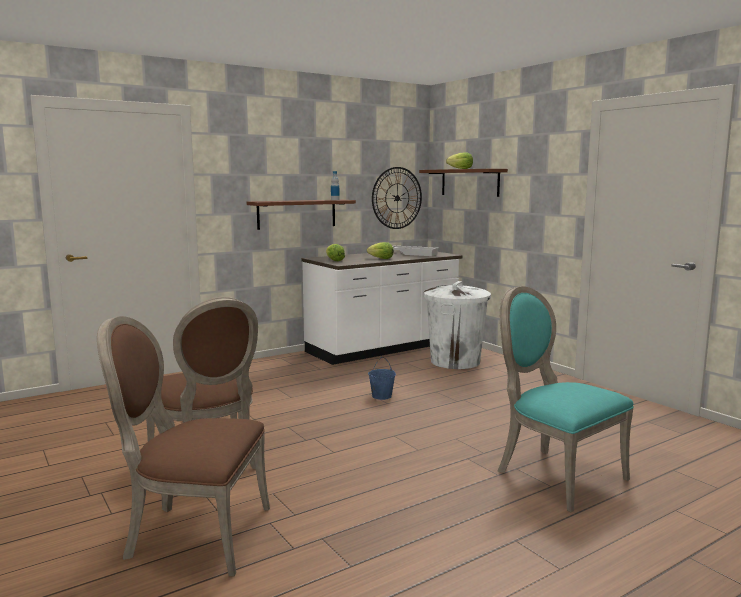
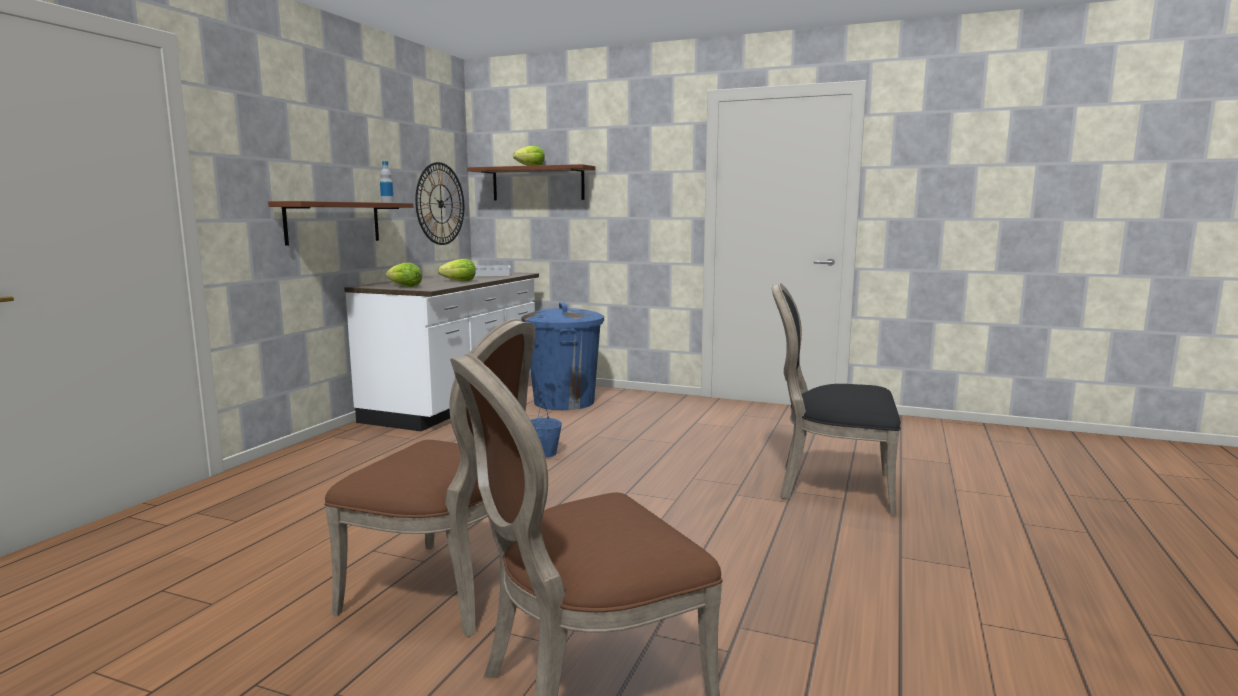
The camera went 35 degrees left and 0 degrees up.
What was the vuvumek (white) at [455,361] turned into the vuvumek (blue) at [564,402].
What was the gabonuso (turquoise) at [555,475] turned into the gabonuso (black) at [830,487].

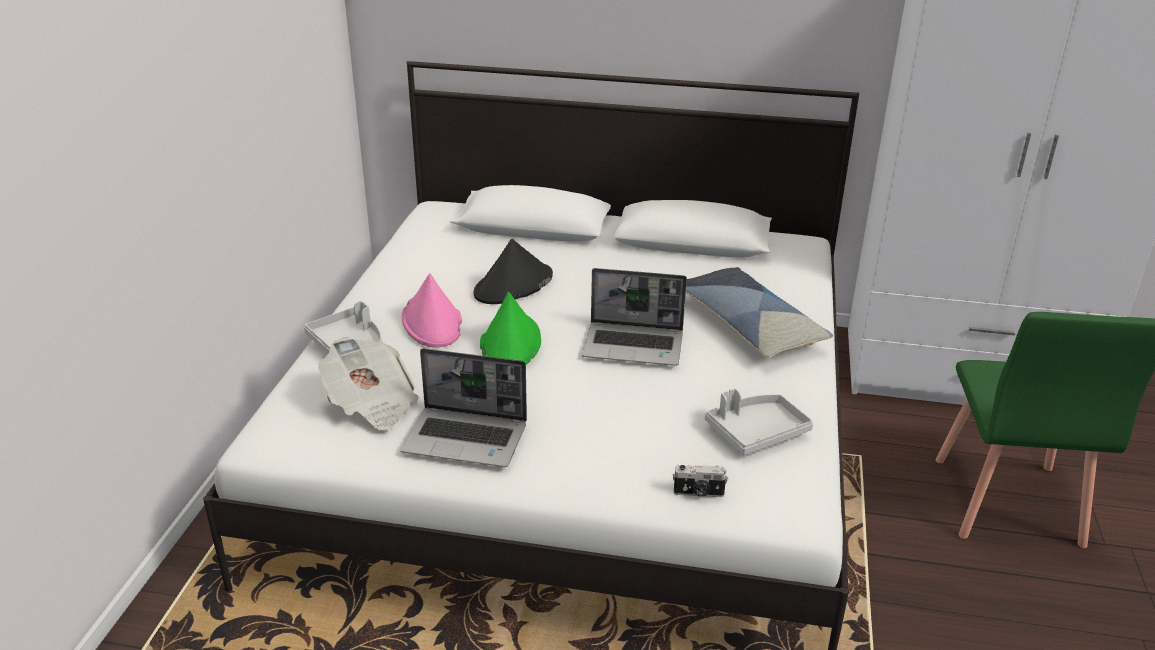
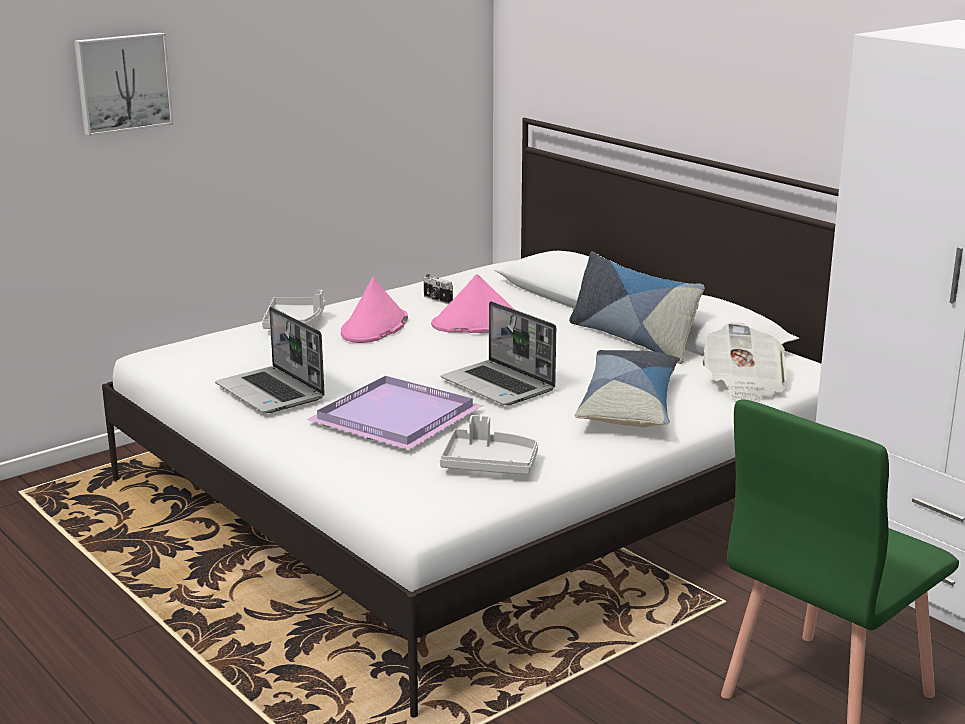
The camera went 40 degrees right and 10 degrees down.
The second view lost the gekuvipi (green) at [510,343].
The second view gained the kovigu at [122,83].
The second view gained the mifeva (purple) at [399,417].
The second view gained the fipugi at [632,340].
The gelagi ended up elsewhere, having gone from [371,404] to [743,385].
The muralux ended up elsewhere, having gone from [698,493] to [437,300].
What was the gekuvipi (black) at [513,285] turned into the gekuvipi (pink) at [478,324].

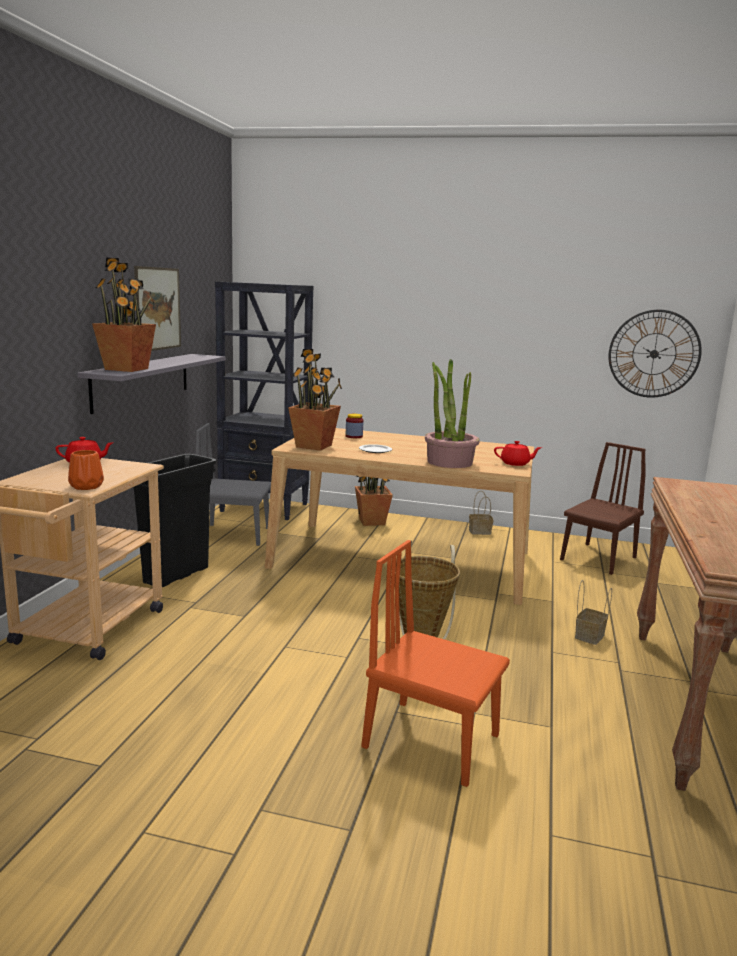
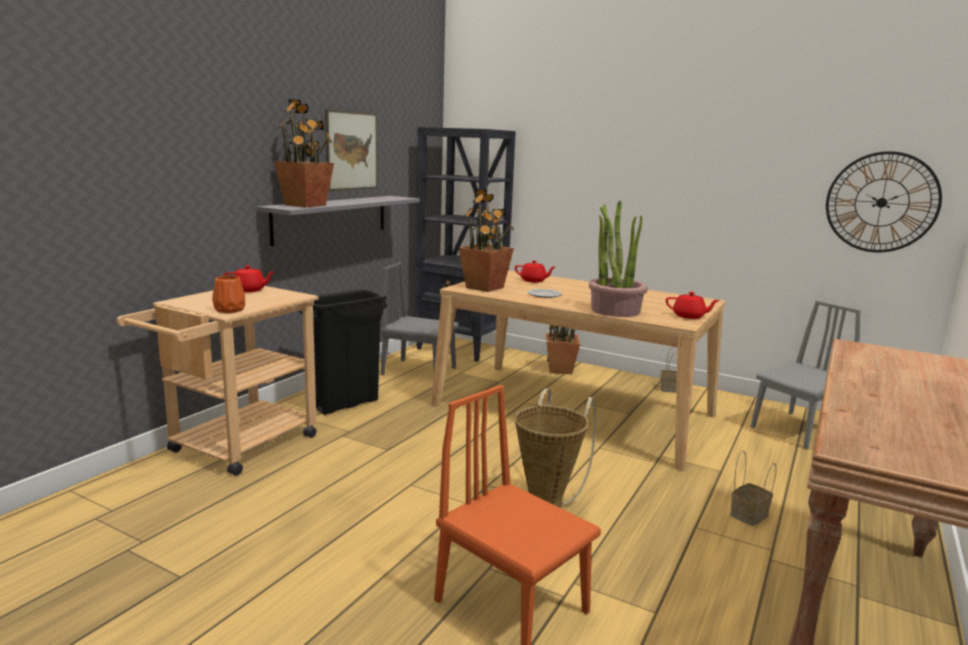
The camera went 15 degrees right and 0 degrees up.
Where the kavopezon stood at [354,436], the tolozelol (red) came to stand at [533,281].
What was the gabonuso (brown) at [598,558] turned into the gabonuso (grey) at [797,430].

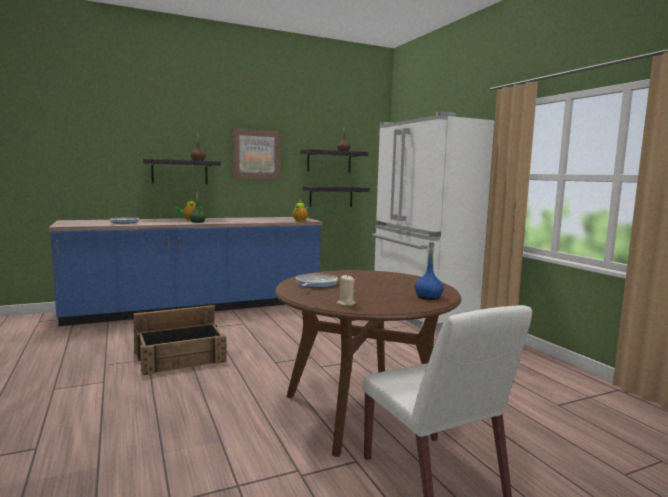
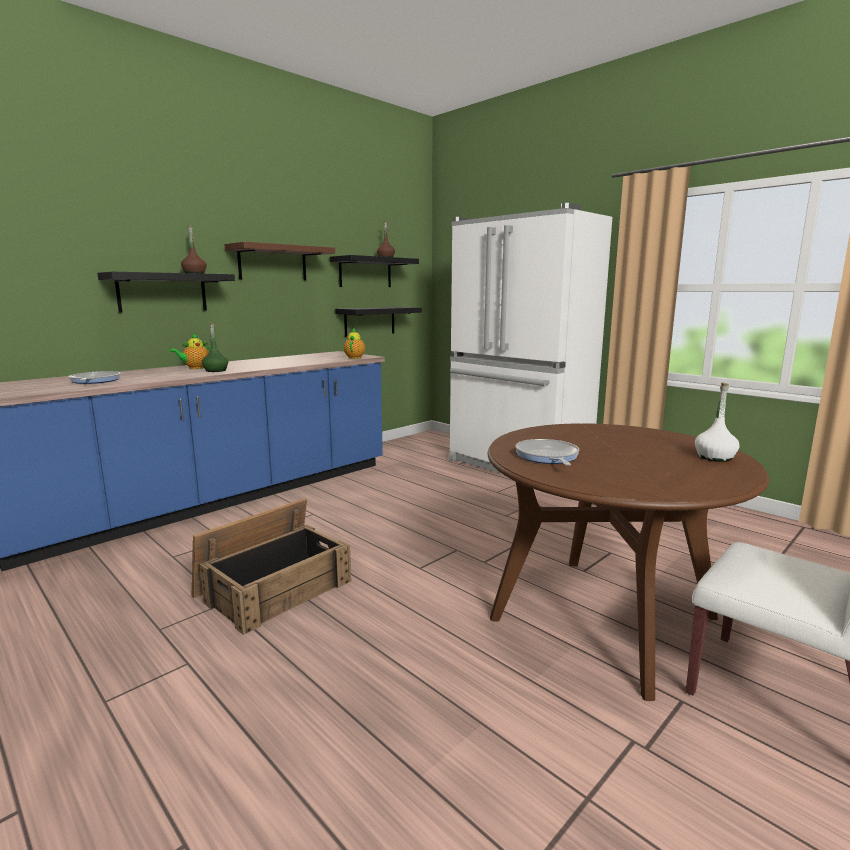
The camera went 20 degrees left and 5 degrees up.
The second view lost the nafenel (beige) at [346,303].
Where the kovigu hung at [256,154], the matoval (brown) came to hang at [273,263].
What was the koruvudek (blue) at [428,297] turned into the koruvudek (white) at [715,457].

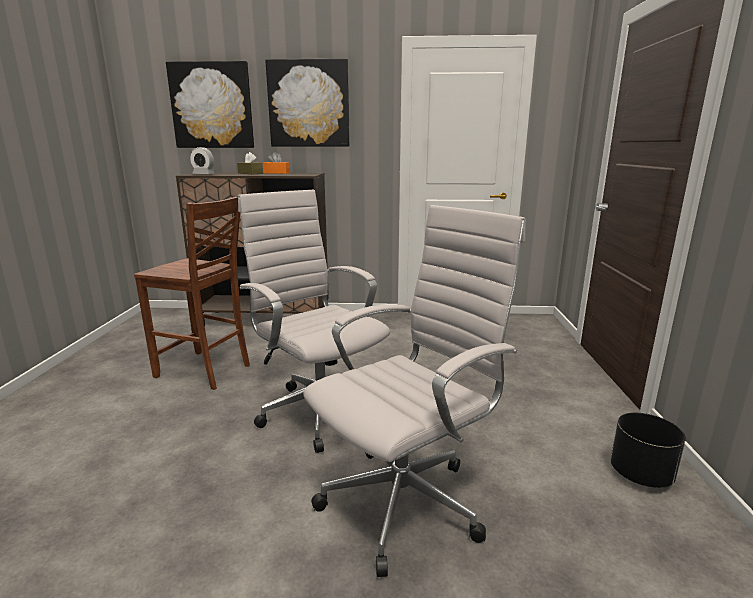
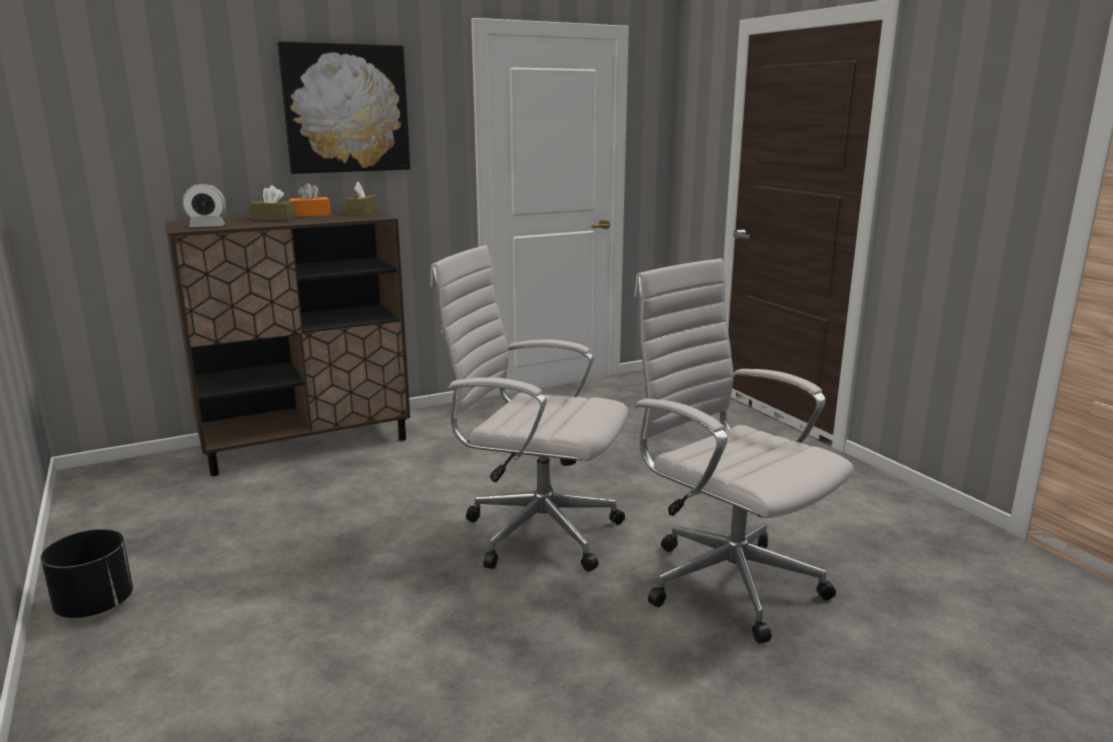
The camera went 30 degrees left and 0 degrees up.
The second view lost the gabonuso (brown) at [205,371].
The second view lost the kovigu at [212,106].
The second view gained the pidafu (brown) at [361,213].
The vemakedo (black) ended up elsewhere, having gone from [640,475] to [96,605].
The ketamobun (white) at [408,500] ended up facing another way, 60 degrees counterclockwise from before.

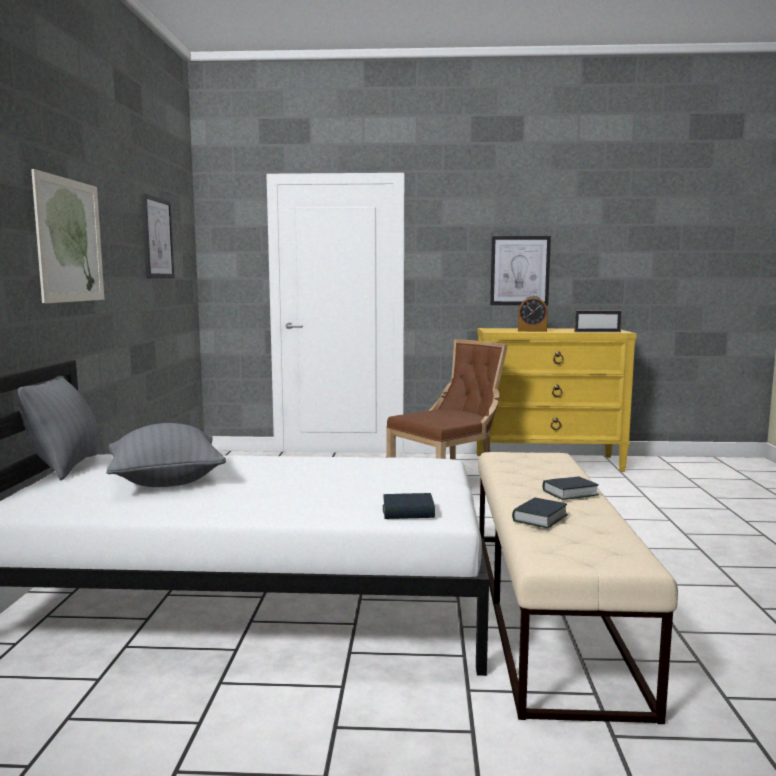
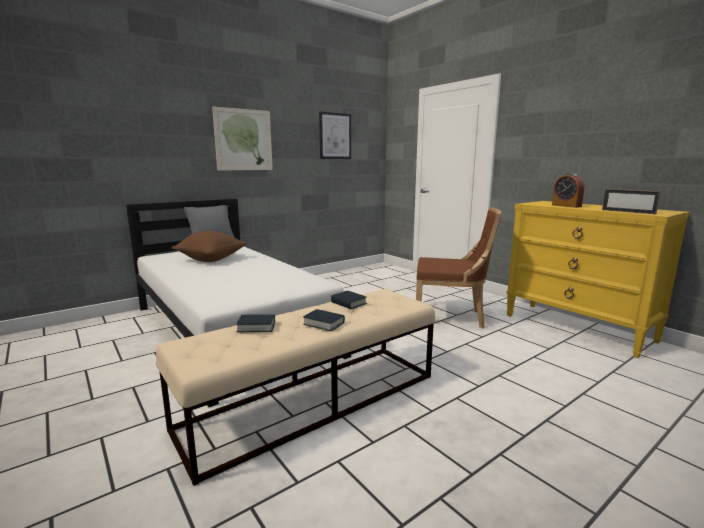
The camera went 50 degrees right and 5 degrees up.
The second view lost the kovigu at [519,270].
The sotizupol ended up elsewhere, having gone from [408,512] to [348,303].
What was the fipugi (grey) at [166,482] turned into the fipugi (brown) at [211,260].

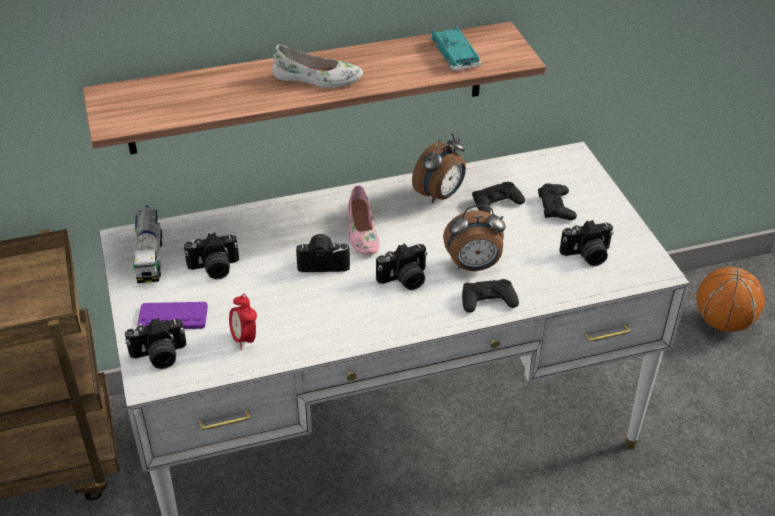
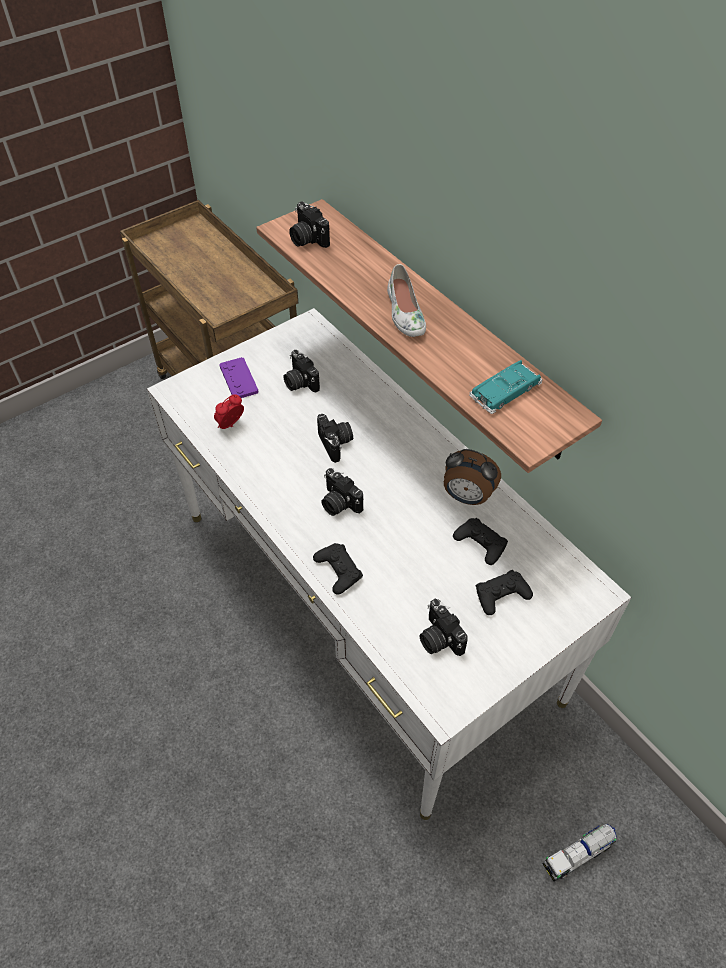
The camera went 70 degrees right and 10 degrees up.
The second view lost the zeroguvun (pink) at [361,232].
The second view lost the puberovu at [473,266].
The second view lost the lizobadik at [723,322].
The muralux ended up elsewhere, having gone from [159,356] to [307,239].
The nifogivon ended up elsewhere, having gone from [150,257] to [578,854].

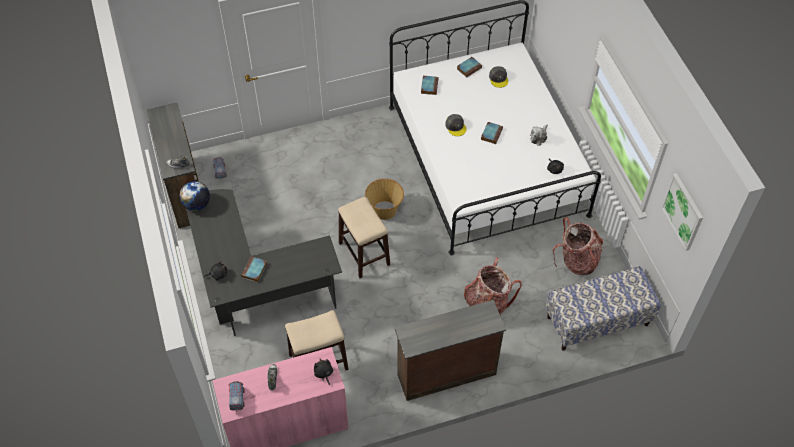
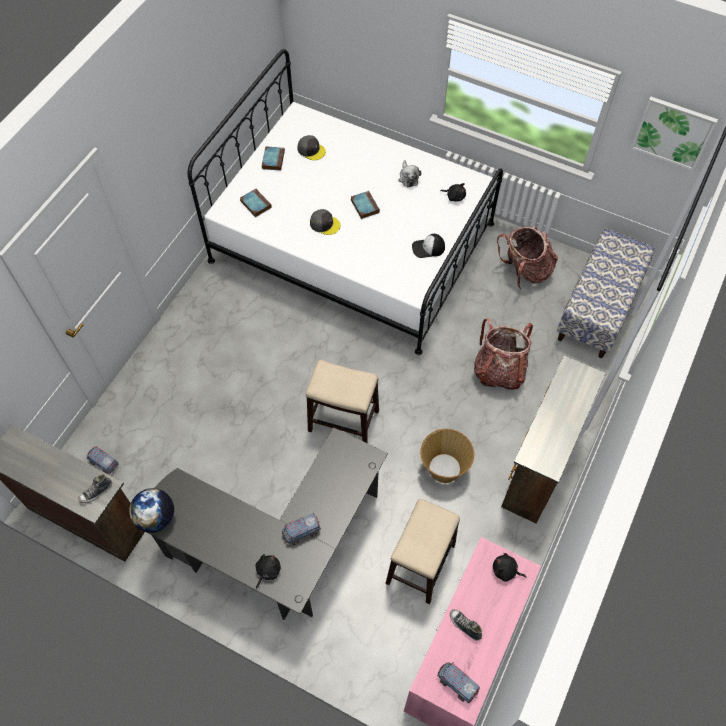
The camera went 45 degrees left and 5 degrees up.
The second view gained the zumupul at [428,248].
The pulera ended up elsewhere, having gone from [384,210] to [444,467].
Where the sotizupol stood at [254,271], the nifogivon came to stand at [301,532].

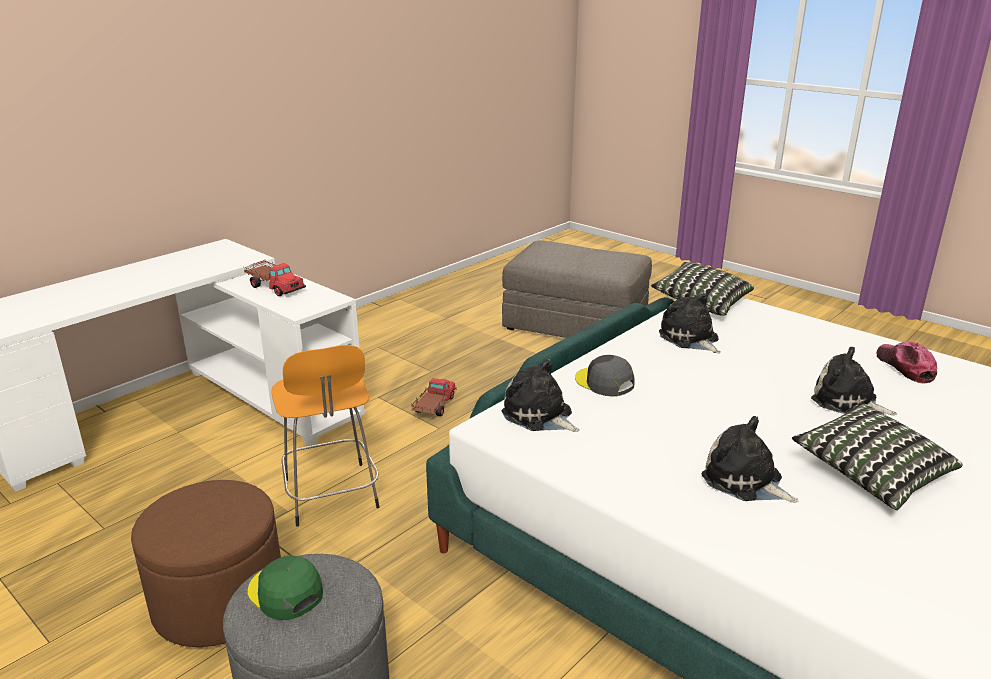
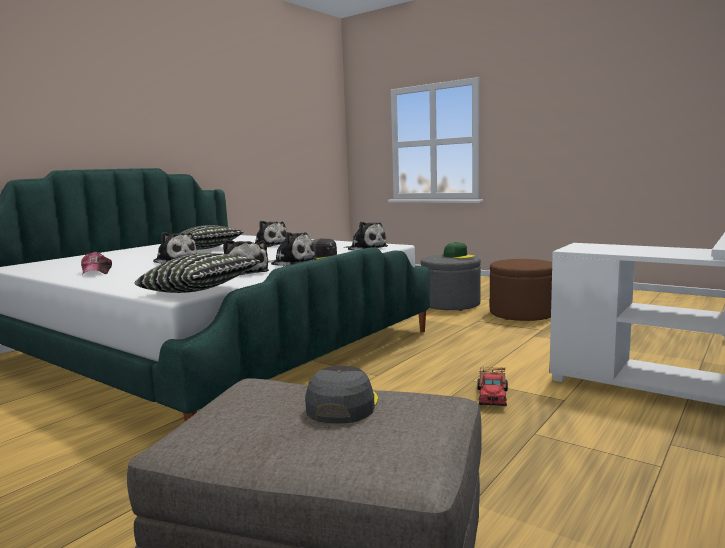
The camera went 175 degrees right and 15 degrees down.
The second view lost the nifogivon at [275,287].
The second view lost the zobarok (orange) at [331,496].
The second view gained the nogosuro at [291,263].
The second view gained the zumupul (grey) at [342,405].

